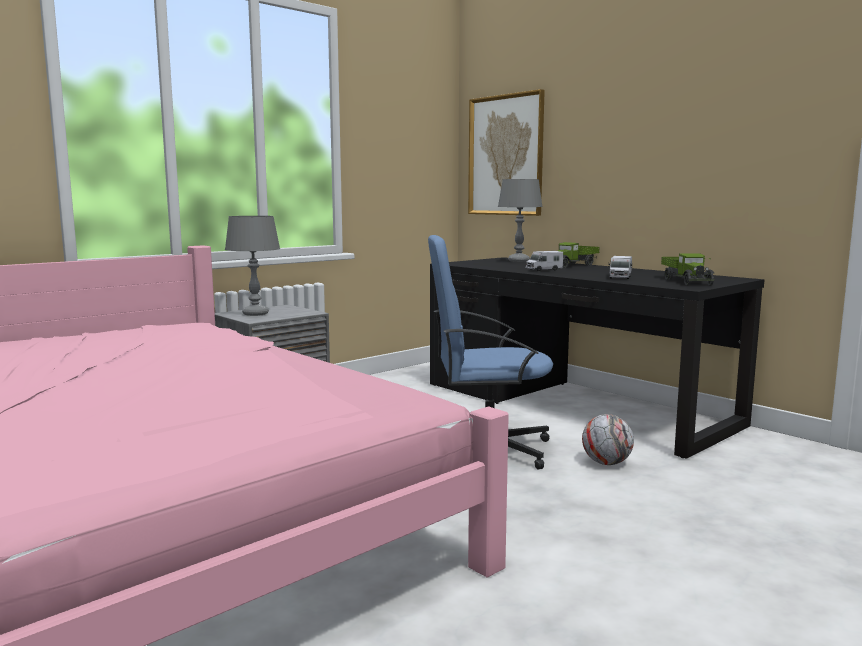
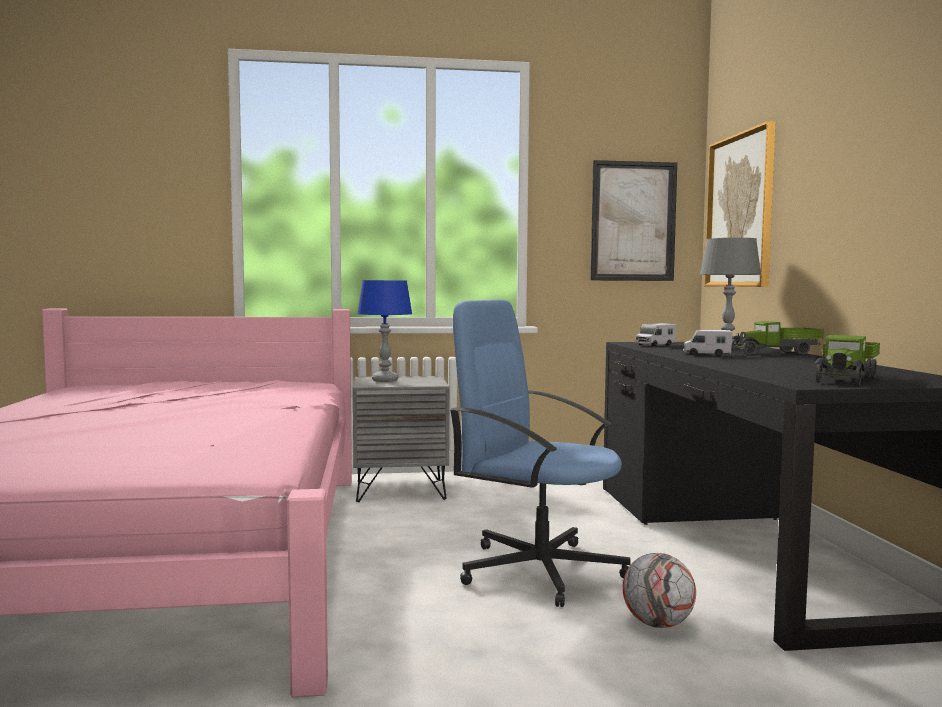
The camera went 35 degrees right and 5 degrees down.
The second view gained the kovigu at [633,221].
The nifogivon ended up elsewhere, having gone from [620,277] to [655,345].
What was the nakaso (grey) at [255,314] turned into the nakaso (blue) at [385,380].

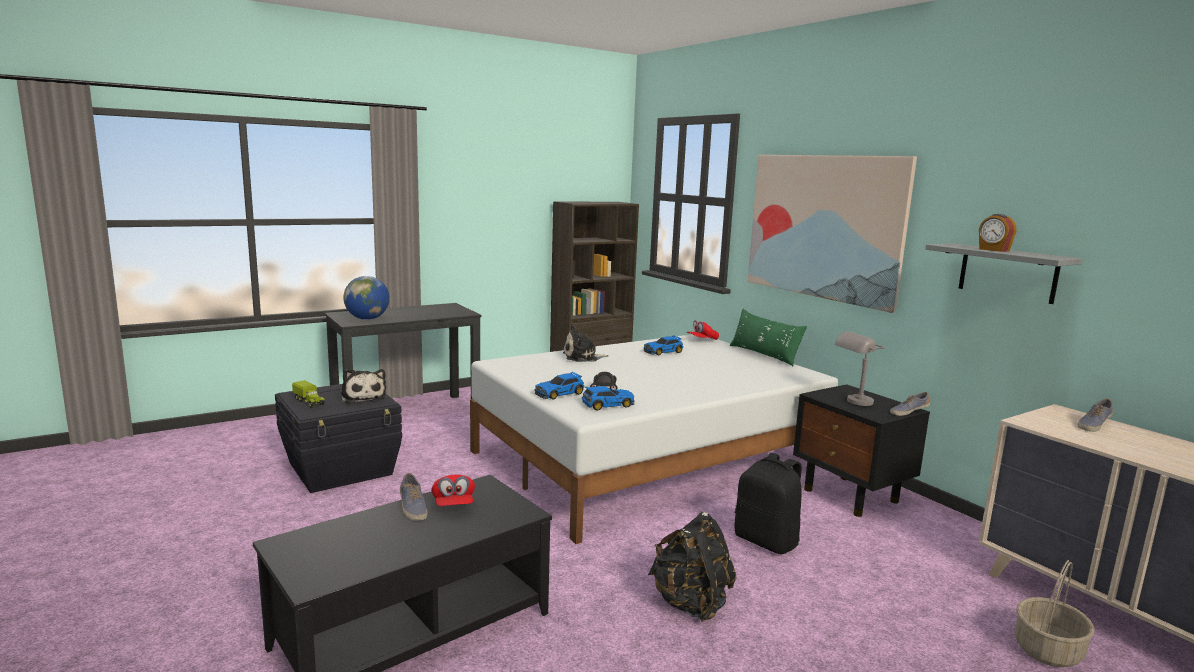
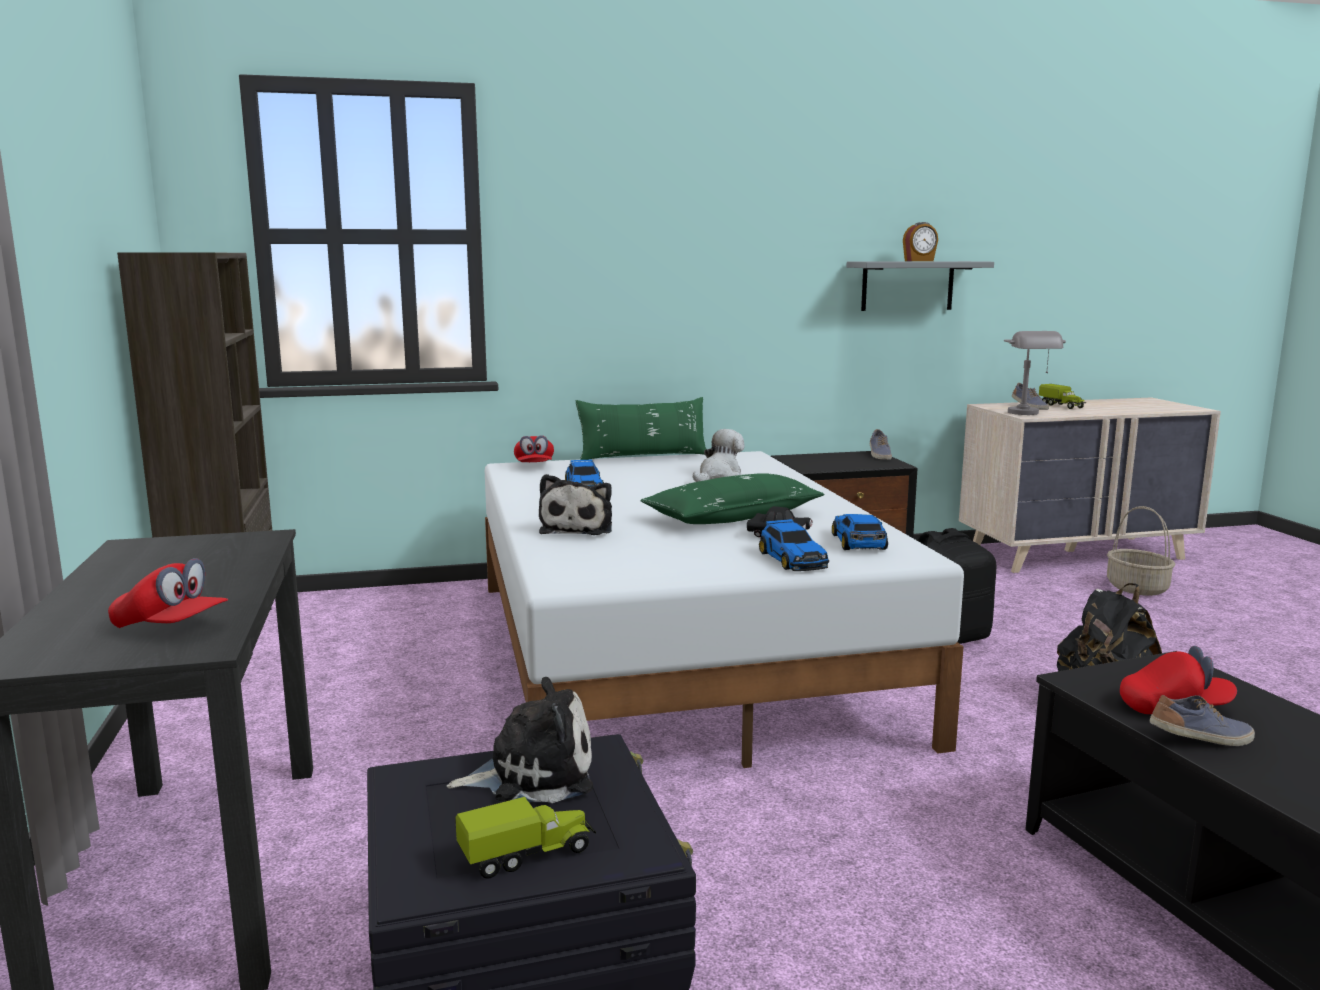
The camera went 70 degrees left and 0 degrees up.
The second view lost the kovigu at [823,227].
The second view gained the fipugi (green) at [733,517].
The second view gained the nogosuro at [719,477].
The second view gained the nifogivon at [1061,406].
The nakaso (grey) ended up elsewhere, having gone from [853,403] to [1028,414].
Where the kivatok stood at [367,319], the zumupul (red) came to stand at [171,627].

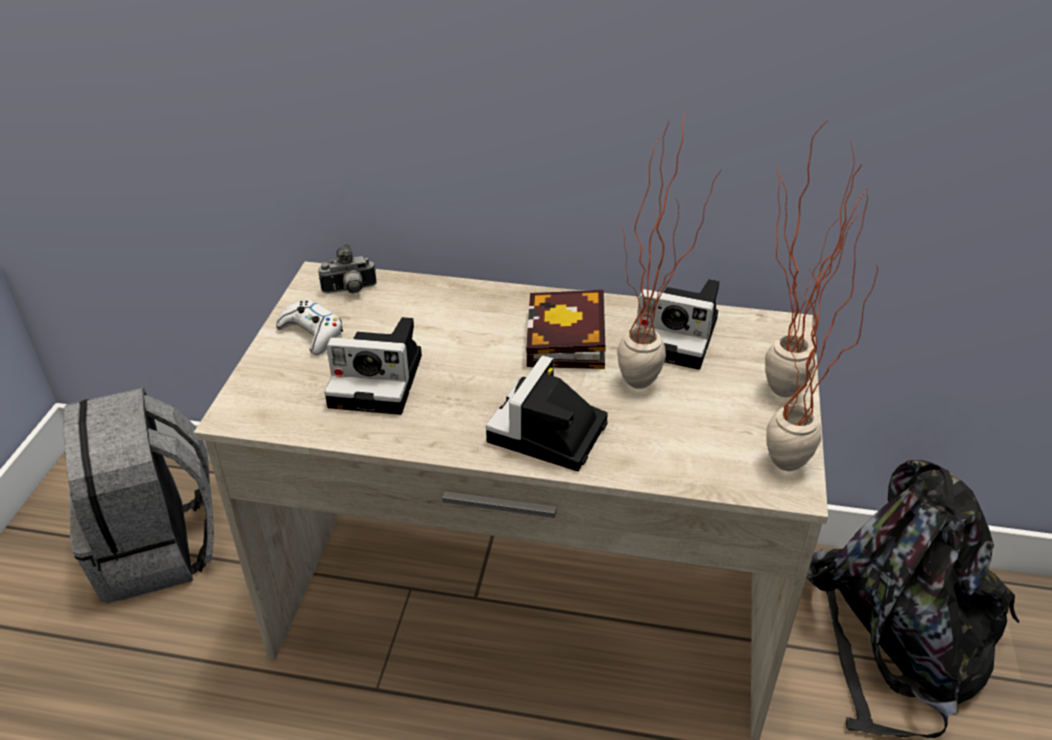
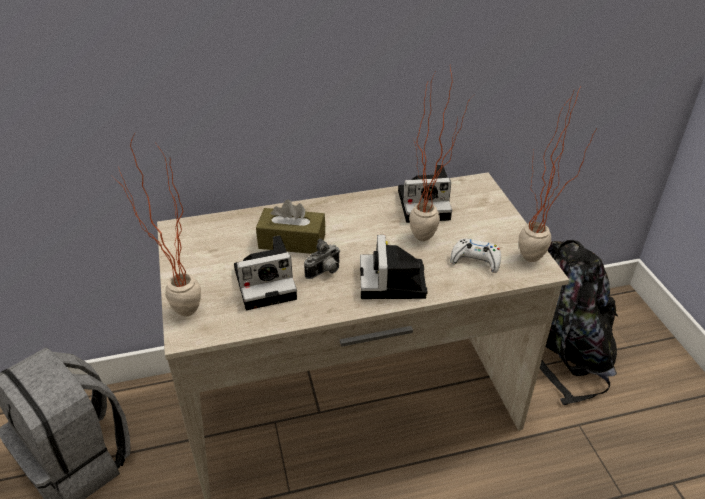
The camera went 25 degrees left and 0 degrees up.
The second view lost the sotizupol at [568,342].
The second view gained the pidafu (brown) at [292,241].
The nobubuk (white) ended up elsewhere, having gone from [312,334] to [475,260].
The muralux ended up elsewhere, having gone from [350,291] to [325,272].
The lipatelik ended up elsewhere, having gone from [768,390] to [176,314].

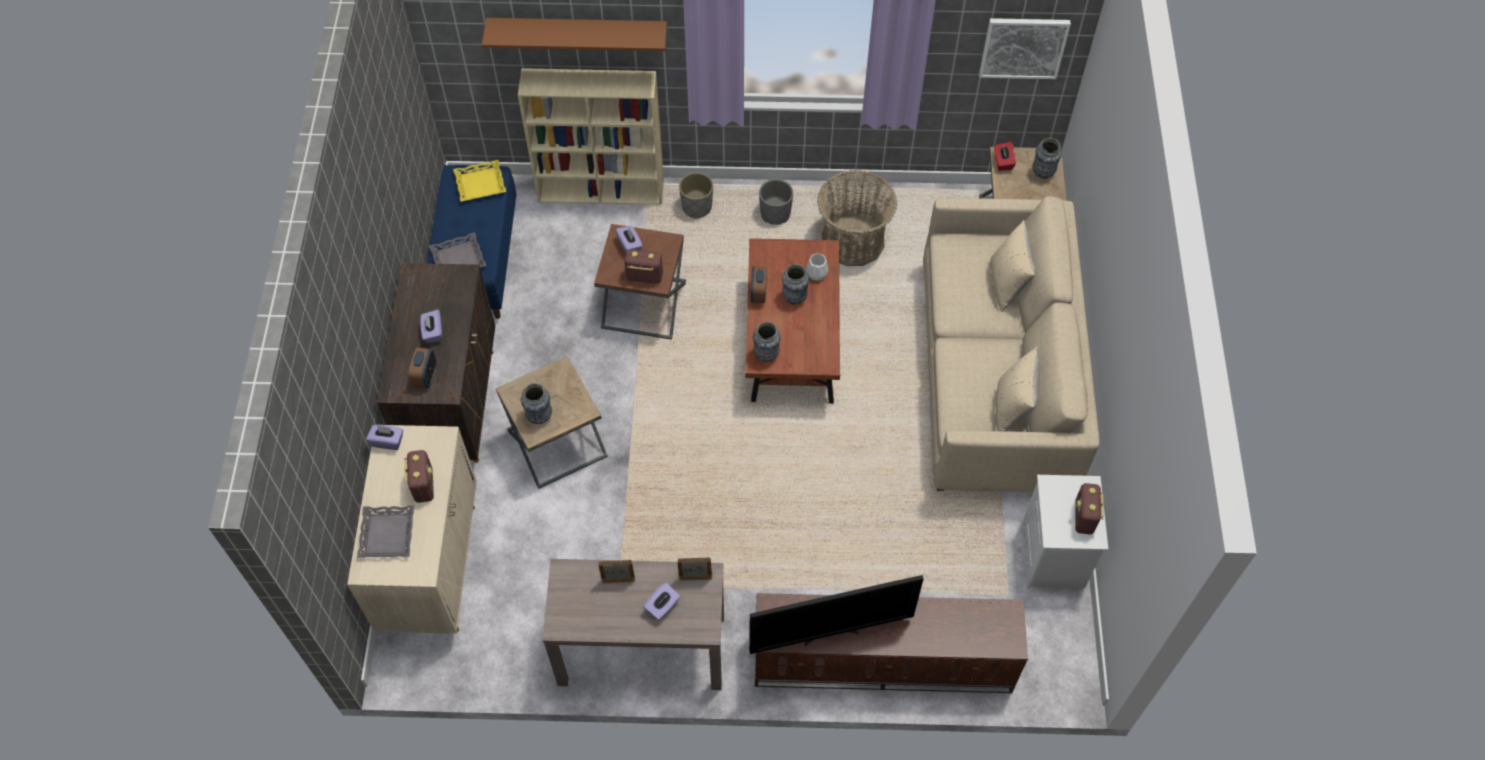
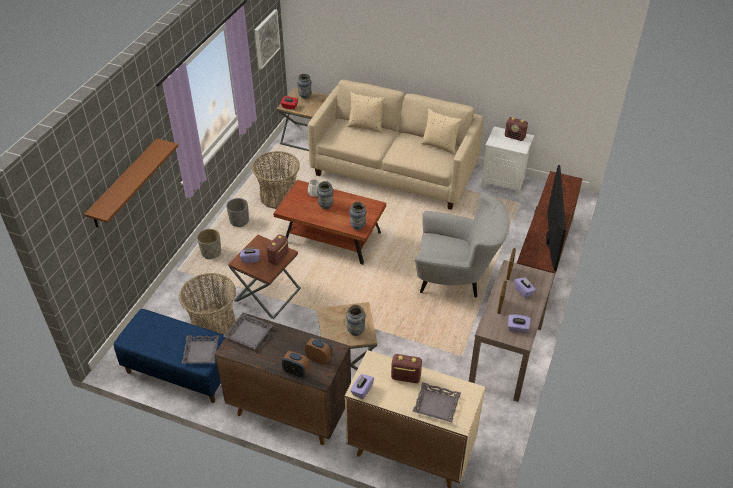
The camera went 70 degrees left and 15 degrees down.
The second view lost the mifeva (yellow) at [480,184].
The second view lost the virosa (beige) at [602,190].
The second view gained the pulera at [213,324].
The second view gained the mifeva (grey) at [249,333].
The second view gained the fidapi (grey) at [456,279].
The pidafu (purple) ended up elsewhere, having gone from [433,332] to [517,328].
The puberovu ended up elsewhere, having gone from [758,294] to [296,373].

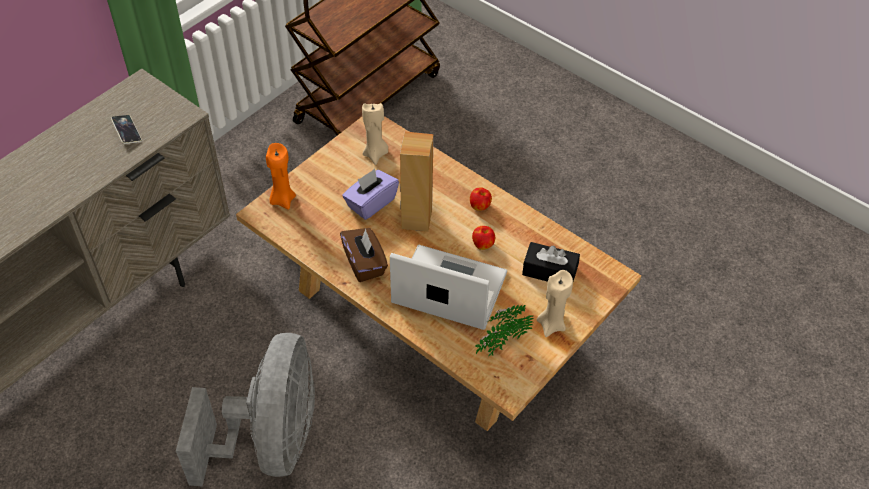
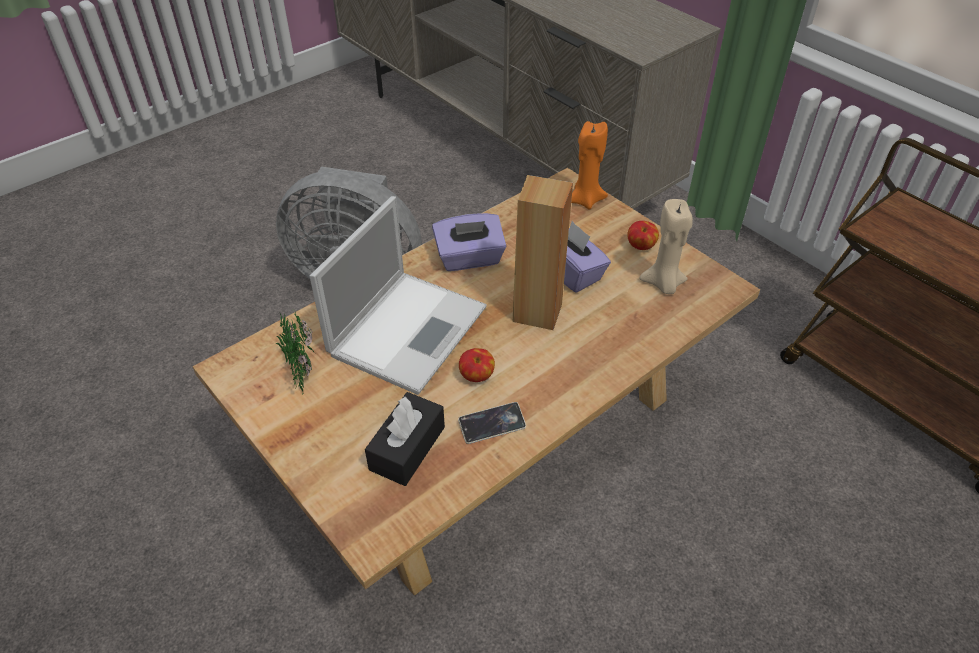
The camera went 100 degrees right and 5 degrees down.
The second view lost the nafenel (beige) at [551,324].
The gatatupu ended up elsewhere, having gone from [127,131] to [492,425].
The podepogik ended up elsewhere, having gone from [480,206] to [640,246].
What was the pidafu (brown) at [365,264] turned into the pidafu (purple) at [470,259].

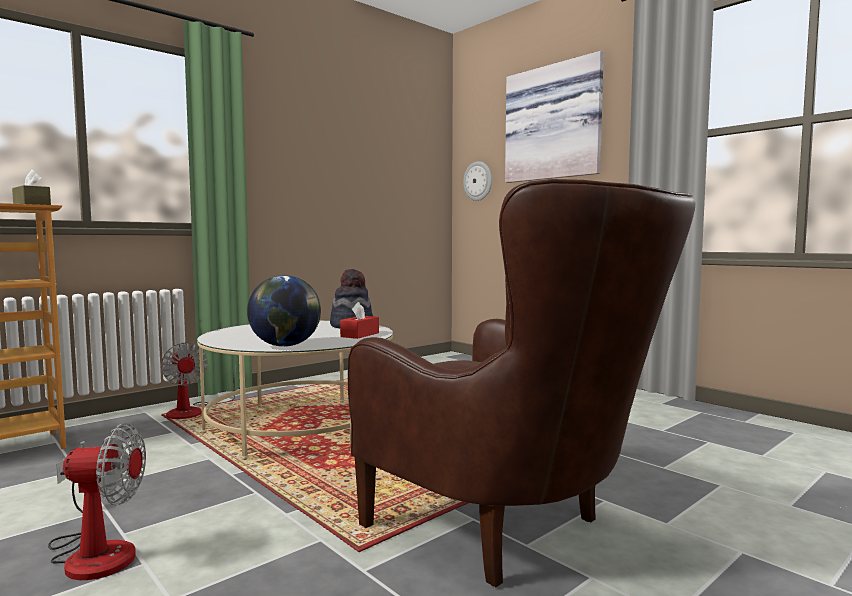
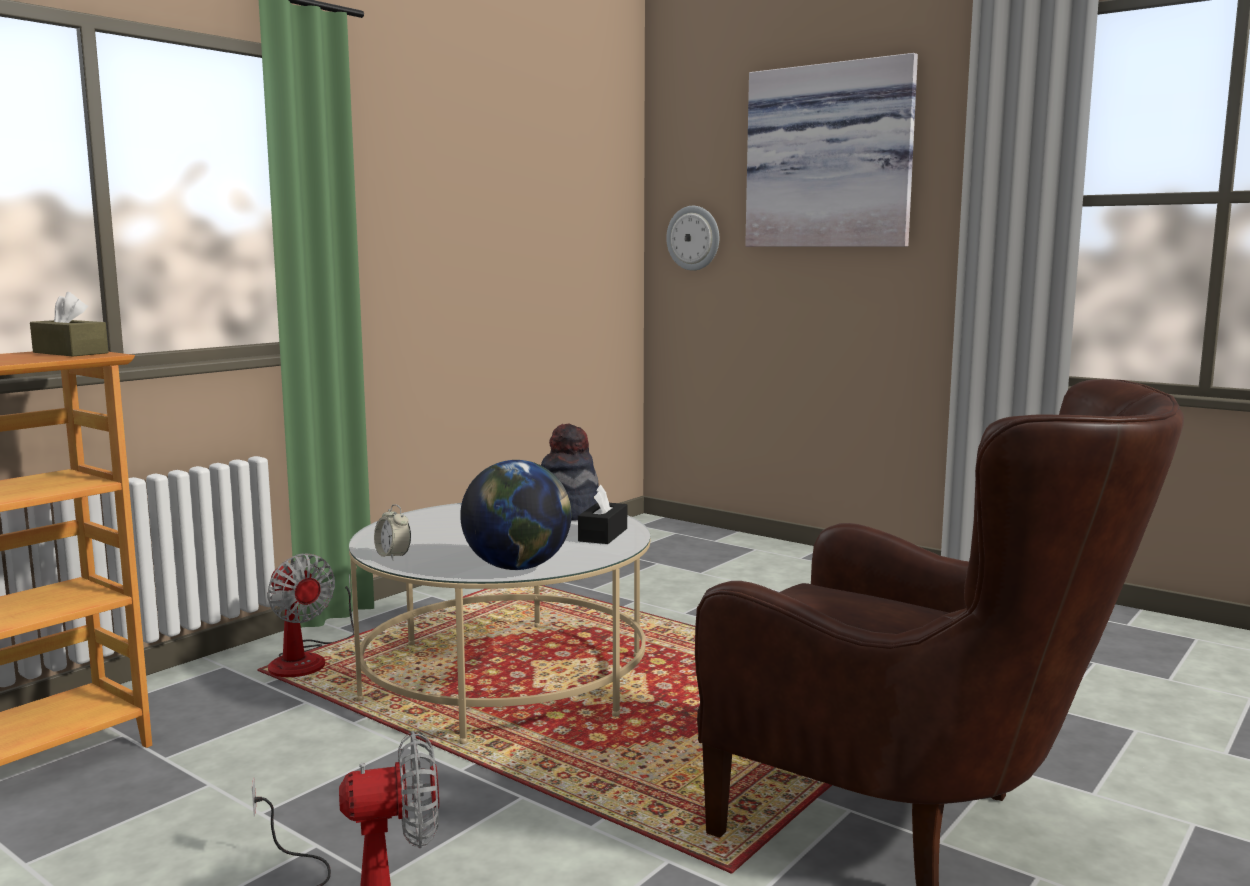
The camera went 10 degrees left and 5 degrees up.
The second view gained the puberovu at [393,556].
What was the pidafu (red) at [360,335] turned into the pidafu (black) at [603,535].

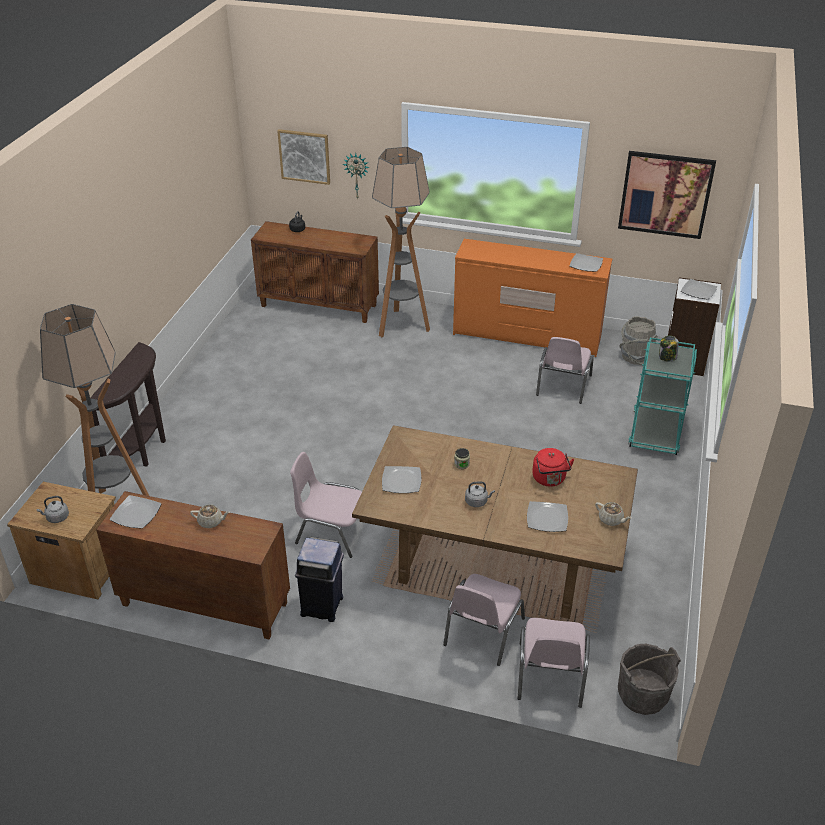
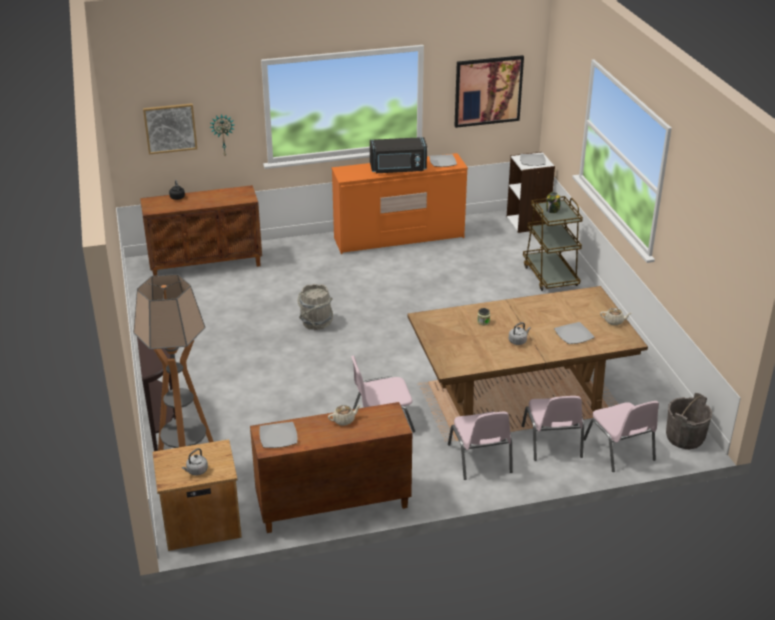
The camera went 30 degrees left and 5 degrees down.
The second view lost the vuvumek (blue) at [322,606].
The second view lost the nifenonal at [401,325].
The second view lost the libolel at [402,481].
The second view lost the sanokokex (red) at [550,479].
The second view gained the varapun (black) at [398,169].
The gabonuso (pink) ended up elsewhere, having gone from [562,386] to [480,459].
The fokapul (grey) ended up elsewhere, having gone from [635,357] to [315,323].
What was the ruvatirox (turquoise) at [655,432] turned into the ruvatirox (brown) at [550,275].

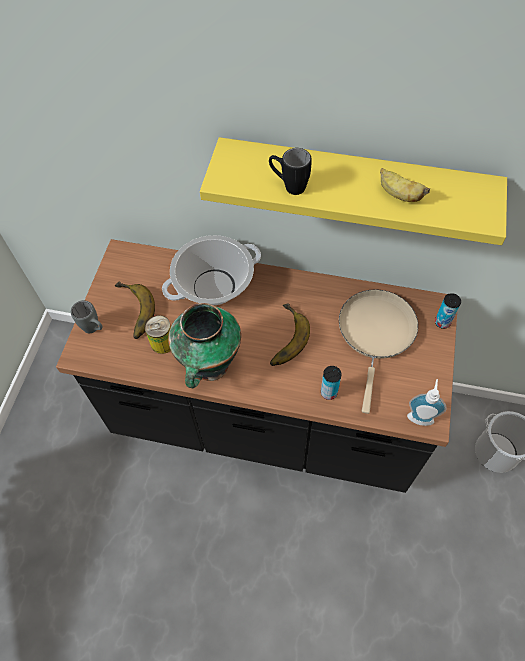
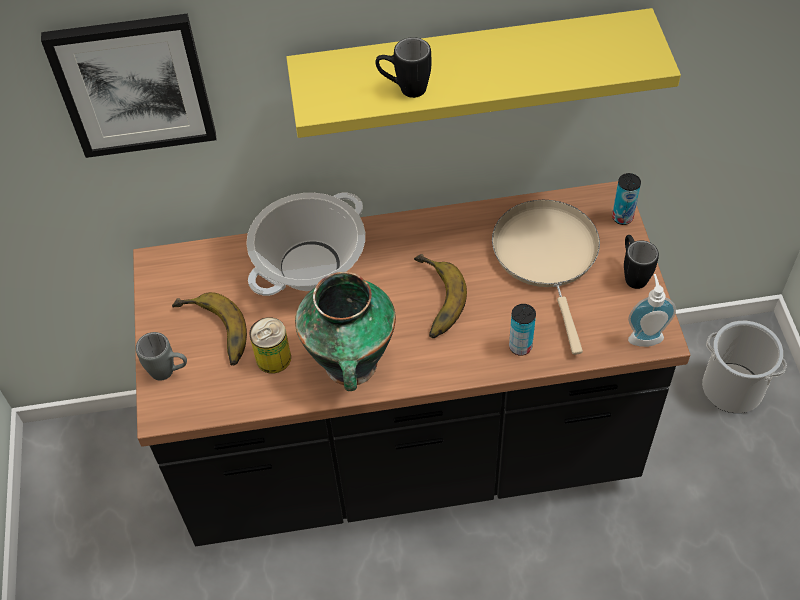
The camera went 20 degrees left and 5 degrees down.
The second view lost the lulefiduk at [398,195].
The second view gained the kovigu at [133,85].
The second view gained the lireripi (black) at [632,274].

